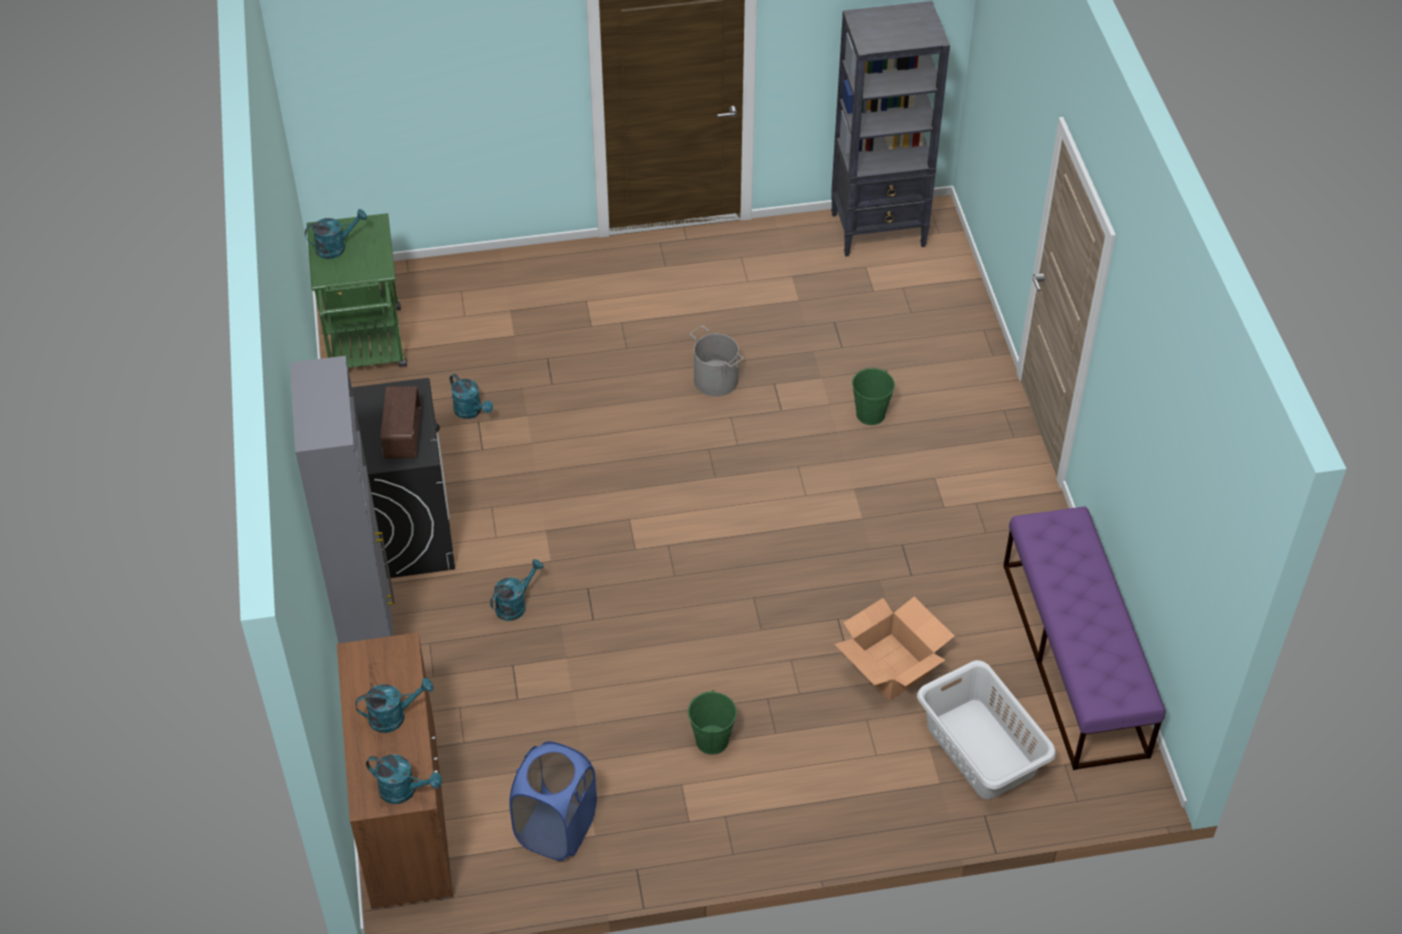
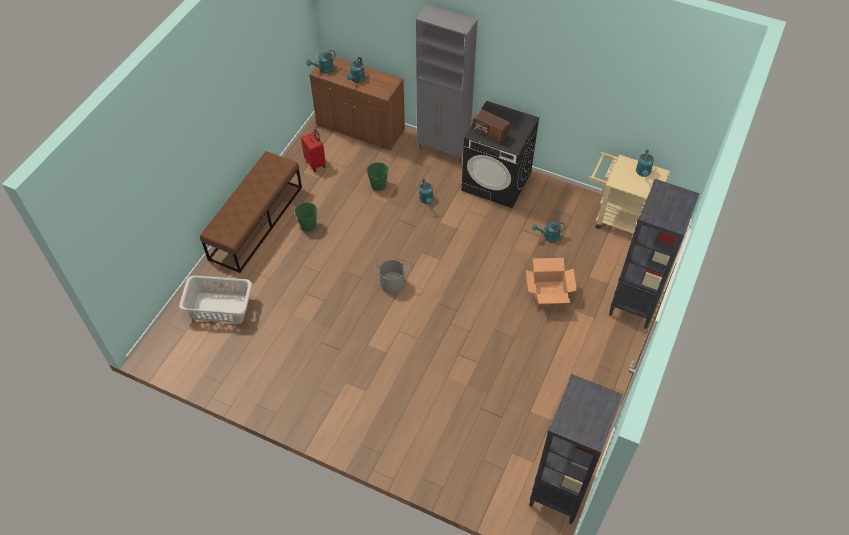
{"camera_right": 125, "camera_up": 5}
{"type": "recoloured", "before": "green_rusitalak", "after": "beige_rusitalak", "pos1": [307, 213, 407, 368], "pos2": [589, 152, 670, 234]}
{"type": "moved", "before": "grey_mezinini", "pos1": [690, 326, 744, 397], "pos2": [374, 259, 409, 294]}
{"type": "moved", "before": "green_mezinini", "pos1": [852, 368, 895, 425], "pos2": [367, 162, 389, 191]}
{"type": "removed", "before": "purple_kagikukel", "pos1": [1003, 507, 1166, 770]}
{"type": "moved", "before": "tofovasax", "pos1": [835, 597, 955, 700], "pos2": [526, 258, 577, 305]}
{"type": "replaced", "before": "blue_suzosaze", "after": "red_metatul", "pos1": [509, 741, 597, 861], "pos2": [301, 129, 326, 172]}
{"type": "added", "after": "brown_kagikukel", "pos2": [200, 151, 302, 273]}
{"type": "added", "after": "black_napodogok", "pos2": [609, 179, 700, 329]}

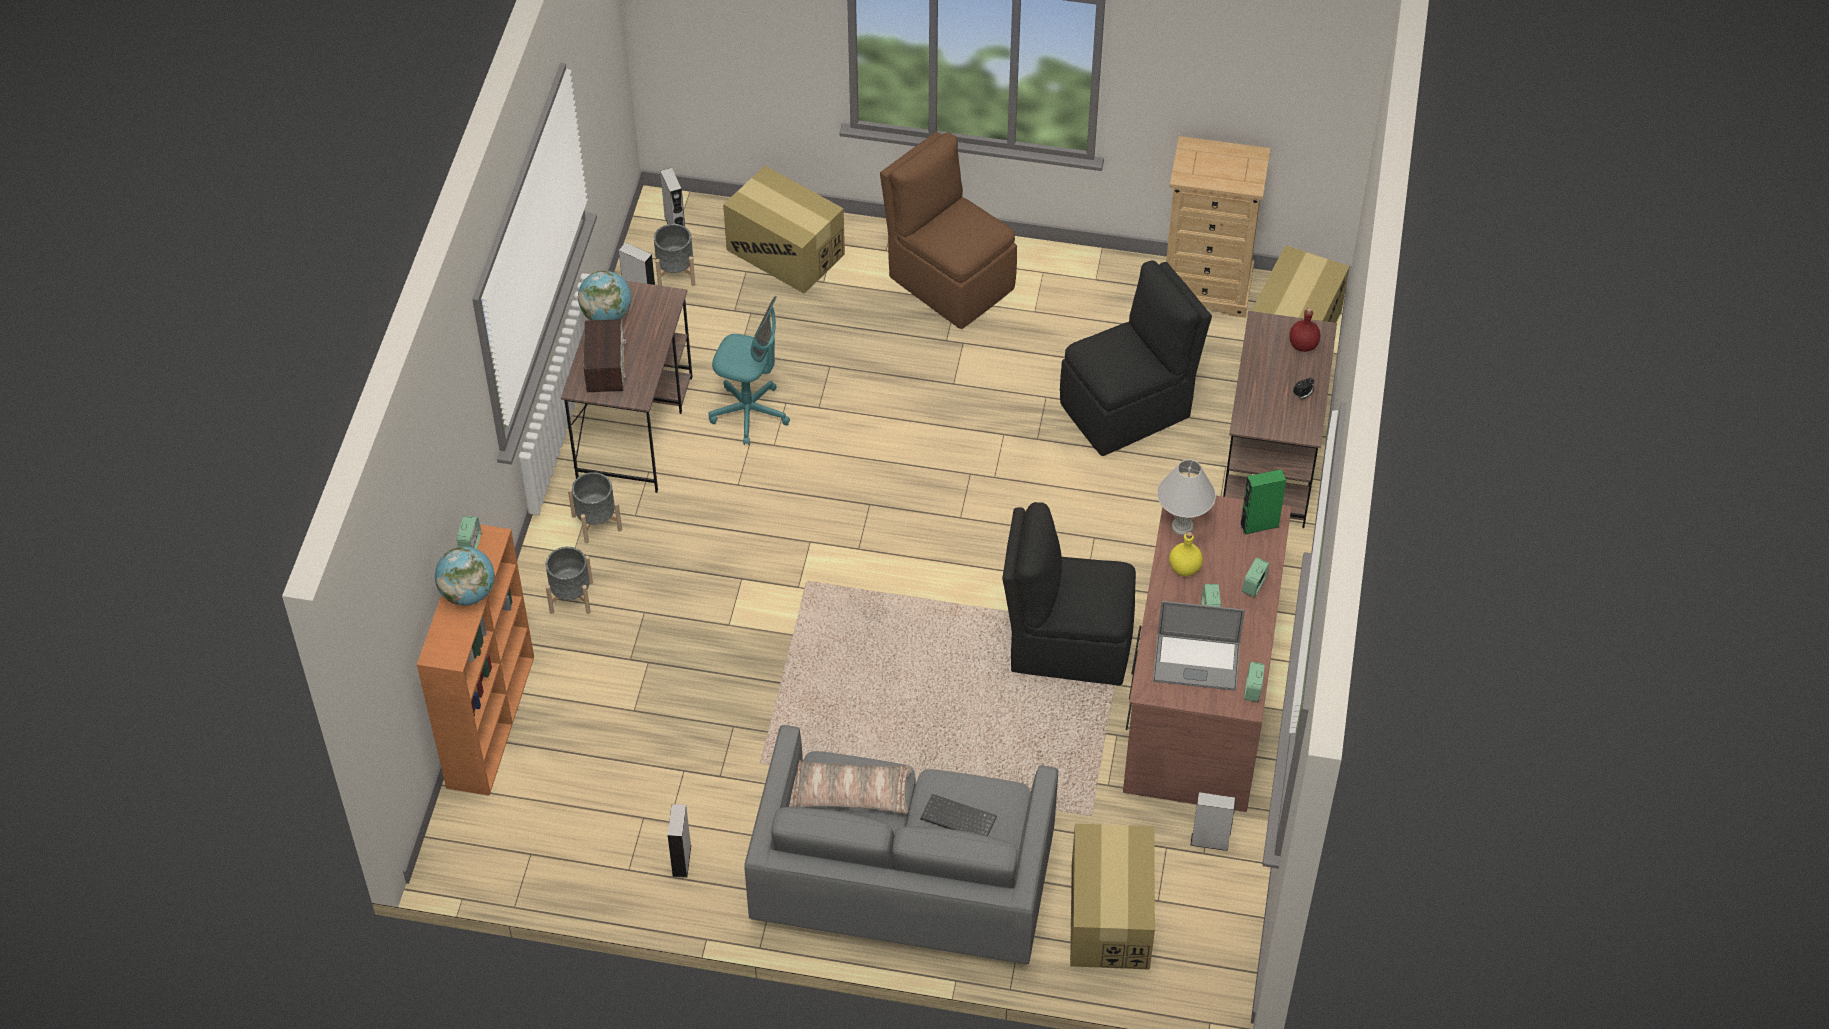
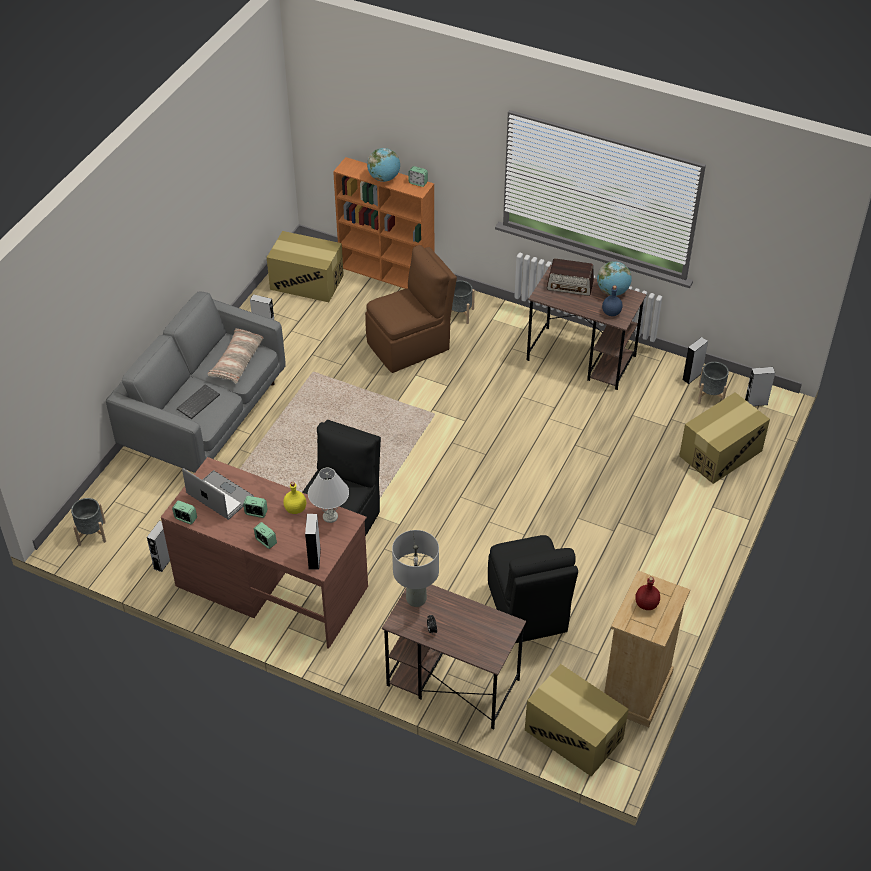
{"camera_right": 105, "camera_up": -5}
{"type": "moved", "before": "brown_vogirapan", "pos1": [880, 132, 1017, 329], "pos2": [365, 245, 457, 373]}
{"type": "removed", "before": "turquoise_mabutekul", "pos1": [708, 296, 790, 445]}
{"type": "moved", "before": "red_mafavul", "pos1": [1289, 308, 1320, 352], "pos2": [635, 577, 660, 610]}
{"type": "recoloured", "before": "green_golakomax", "after": "grey_golakomax", "pos1": [1240, 469, 1286, 535], "pos2": [305, 514, 321, 569]}
{"type": "moved", "before": "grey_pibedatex", "pos1": [568, 472, 622, 543], "pos2": [71, 498, 106, 546]}
{"type": "turned", "before": "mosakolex", "pos1": [1153, 601, 1245, 691], "pos2": [182, 468, 254, 520], "turn": 105}
{"type": "moved", "before": "tofovasax", "pos1": [1070, 823, 1155, 970], "pos2": [267, 231, 344, 302]}
{"type": "added", "after": "blue_mafavul", "pos2": [602, 286, 623, 316]}
{"type": "added", "after": "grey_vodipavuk", "pos2": [392, 530, 439, 607]}

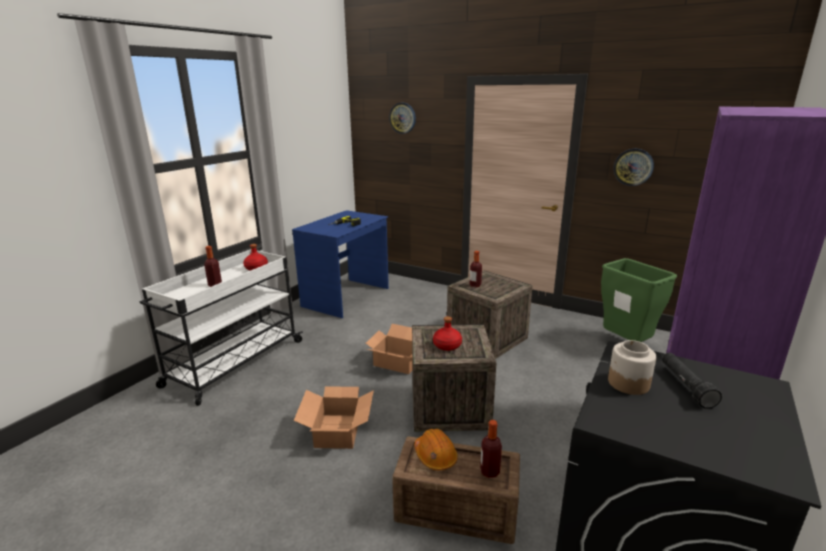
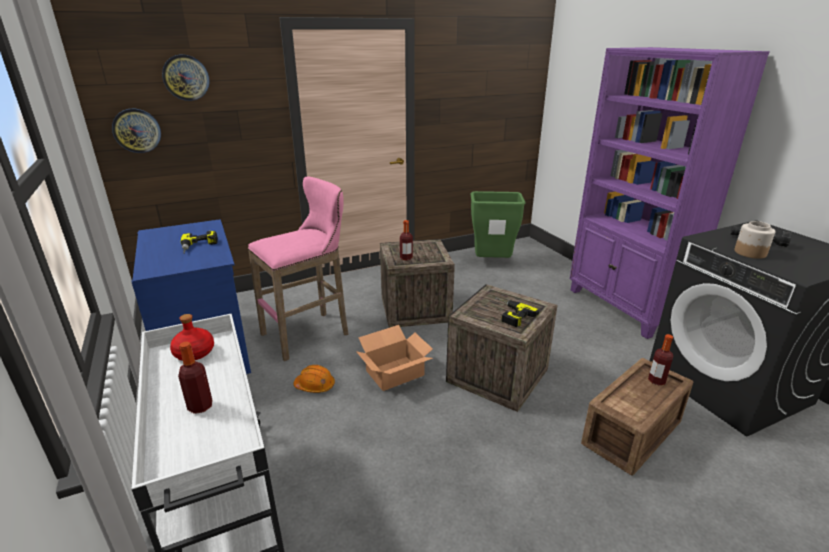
{"camera_right": -55, "camera_up": 5}
{"type": "moved", "before": "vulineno", "pos1": [614, 149, 654, 186], "pos2": [112, 109, 161, 153]}
{"type": "replaced", "before": "red_mafavul", "after": "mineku", "pos1": [433, 316, 462, 351], "pos2": [495, 298, 539, 327]}
{"type": "removed", "before": "tofovasax", "pos1": [294, 386, 374, 449]}
{"type": "moved", "before": "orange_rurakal", "pos1": [414, 429, 458, 470], "pos2": [293, 365, 335, 393]}
{"type": "added", "after": "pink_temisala", "pos2": [248, 177, 348, 361]}

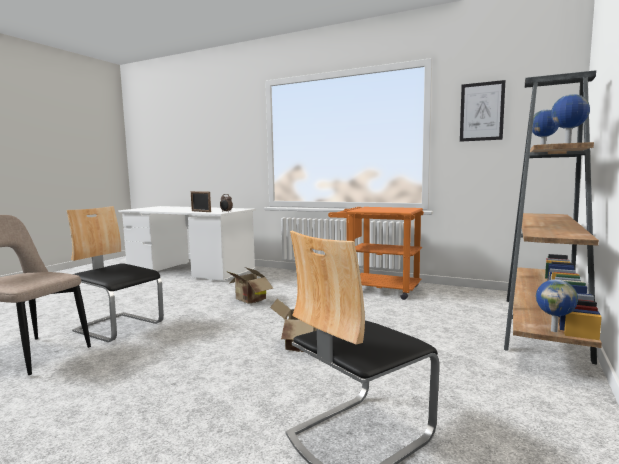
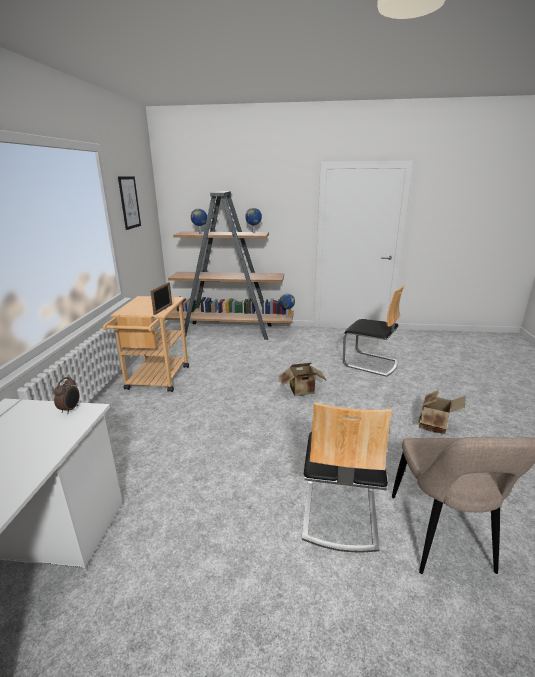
{"camera_right": -110, "camera_up": 15}
{"type": "moved", "before": "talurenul", "pos1": [191, 191, 211, 212], "pos2": [150, 282, 172, 315]}
{"type": "recoloured", "before": "orange_rusitalak", "after": "beige_rusitalak", "pos1": [328, 207, 424, 300], "pos2": [103, 296, 189, 392]}
{"type": "moved", "before": "tofovasax", "pos1": [226, 267, 273, 304], "pos2": [419, 390, 466, 434]}

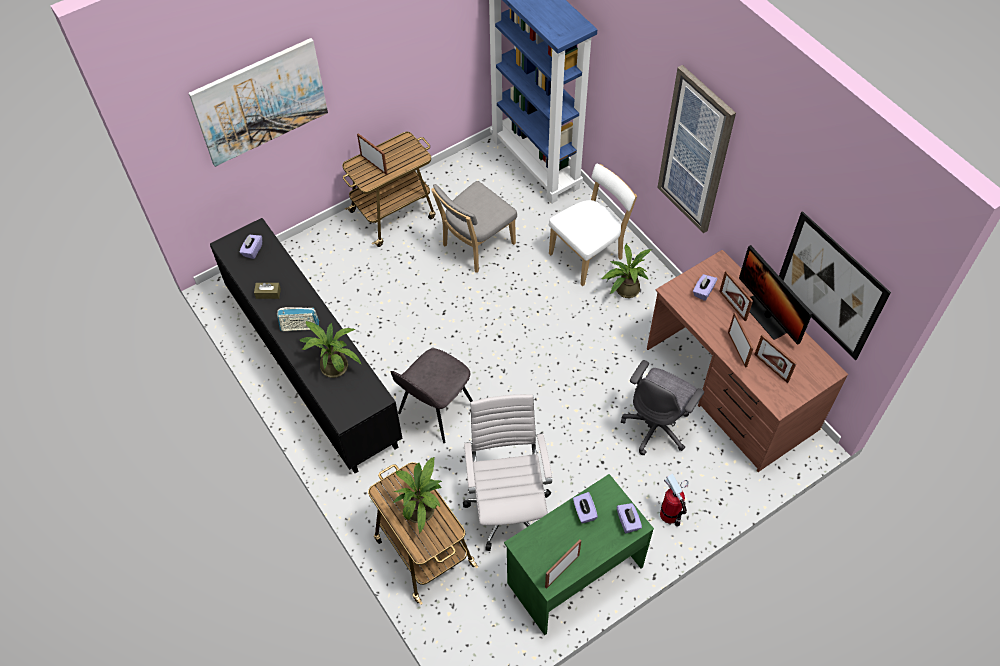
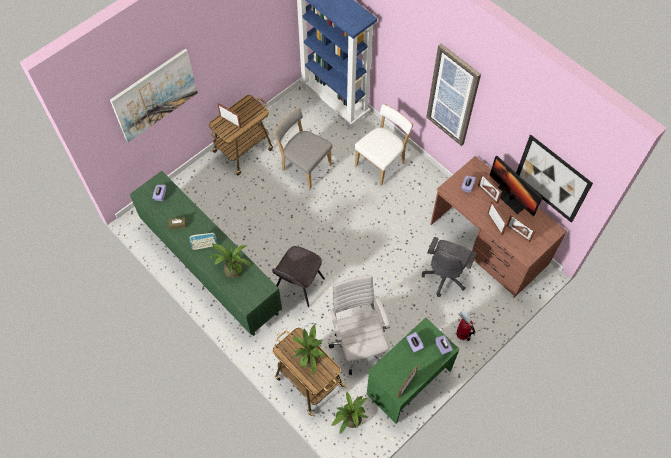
{"camera_right": -10, "camera_up": 5}
{"type": "turned", "before": "grey_vogirapan", "pos1": [431, 181, 517, 273], "pos2": [274, 108, 333, 189], "turn": 90}
{"type": "recoloured", "before": "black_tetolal", "after": "green_tetolal", "pos1": [210, 218, 402, 473], "pos2": [130, 171, 282, 336]}
{"type": "moved", "before": "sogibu", "pos1": [602, 244, 652, 298], "pos2": [332, 392, 368, 434]}

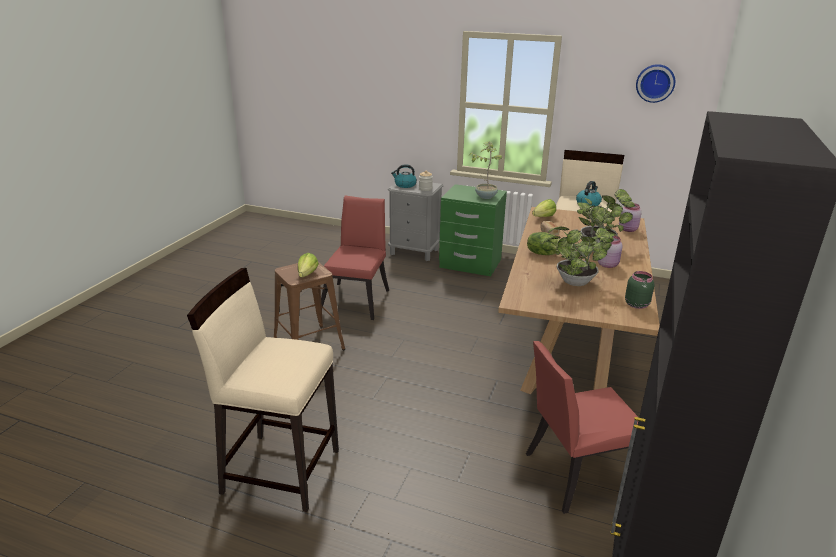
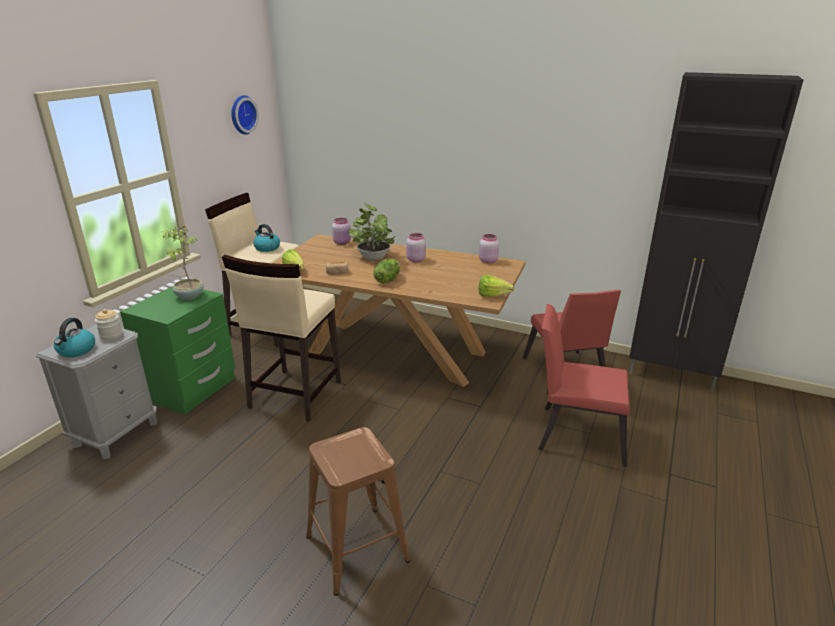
{"camera_right": -85, "camera_up": 0}
{"type": "moved", "before": "red_vogirapan", "pos1": [321, 195, 389, 320], "pos2": [538, 304, 630, 467]}
{"type": "removed", "before": "sogibu", "pos1": [540, 227, 615, 286]}
{"type": "moved", "before": "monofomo", "pos1": [298, 253, 319, 277], "pos2": [479, 275, 514, 297]}
{"type": "moved", "before": "beige_temisala", "pos1": [187, 268, 339, 512], "pos2": [222, 255, 341, 422]}
{"type": "recoloured", "before": "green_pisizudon", "after": "pink_pisizudon", "pos1": [625, 271, 655, 309], "pos2": [479, 234, 499, 263]}

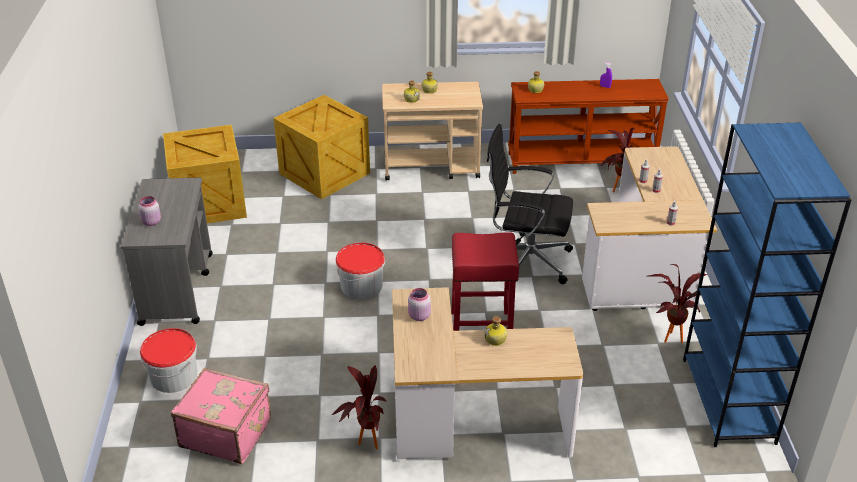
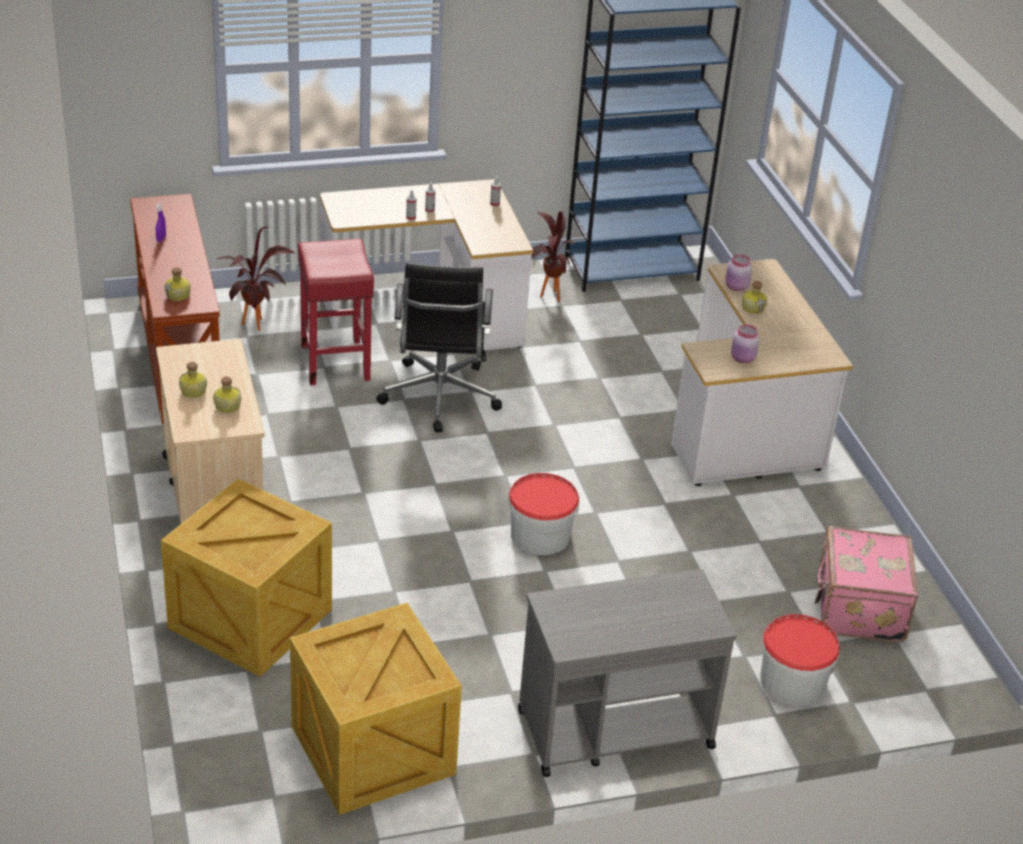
{"camera_right": -105, "camera_up": 0}
{"type": "moved", "before": "pink_pisizudon", "pos1": [138, 196, 161, 226], "pos2": [725, 254, 752, 291]}
{"type": "moved", "before": "red_temisala", "pos1": [452, 232, 519, 331], "pos2": [298, 239, 374, 385]}
{"type": "removed", "before": "sogibu", "pos1": [331, 365, 387, 449]}

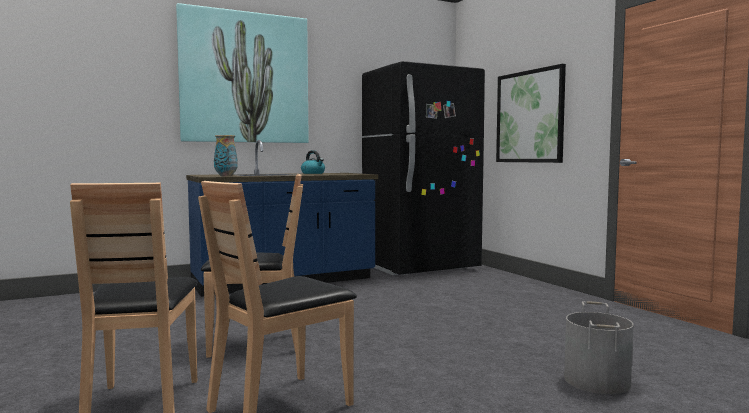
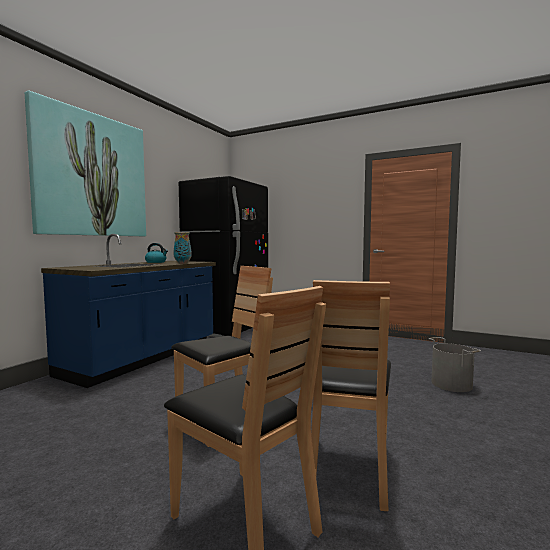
{"camera_right": -35, "camera_up": 0}
{"type": "removed", "before": "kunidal", "pos1": [496, 64, 566, 163]}
{"type": "moved", "before": "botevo", "pos1": [214, 135, 238, 176], "pos2": [173, 232, 192, 264]}

